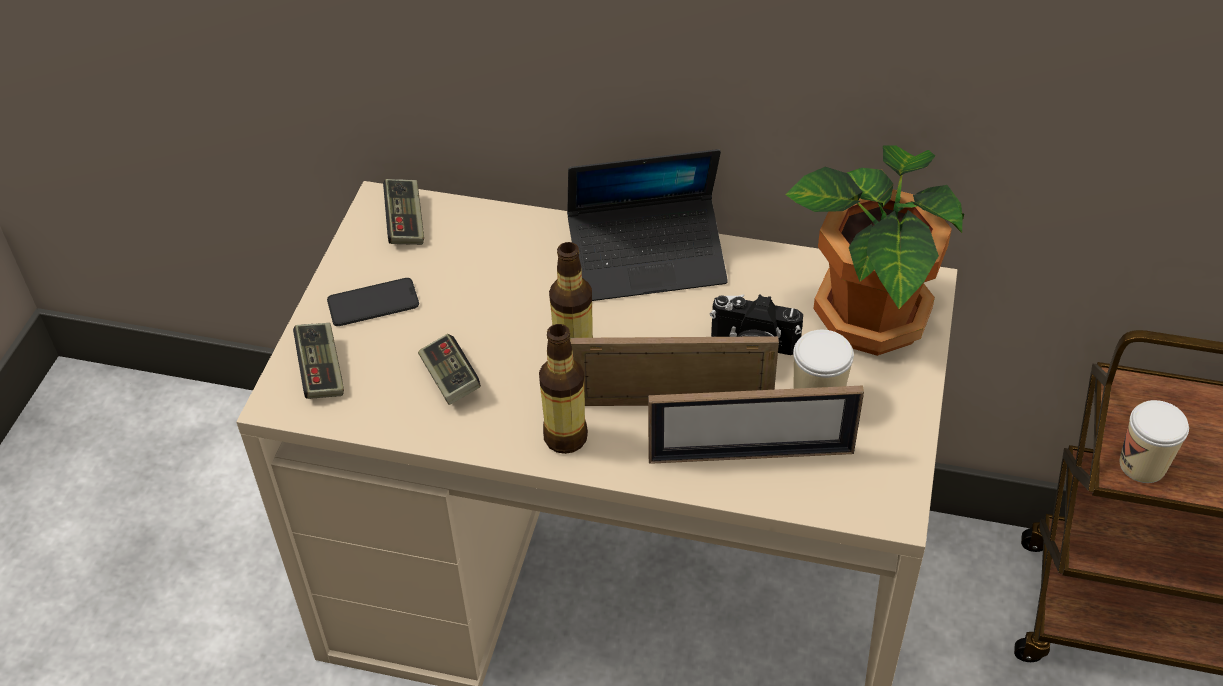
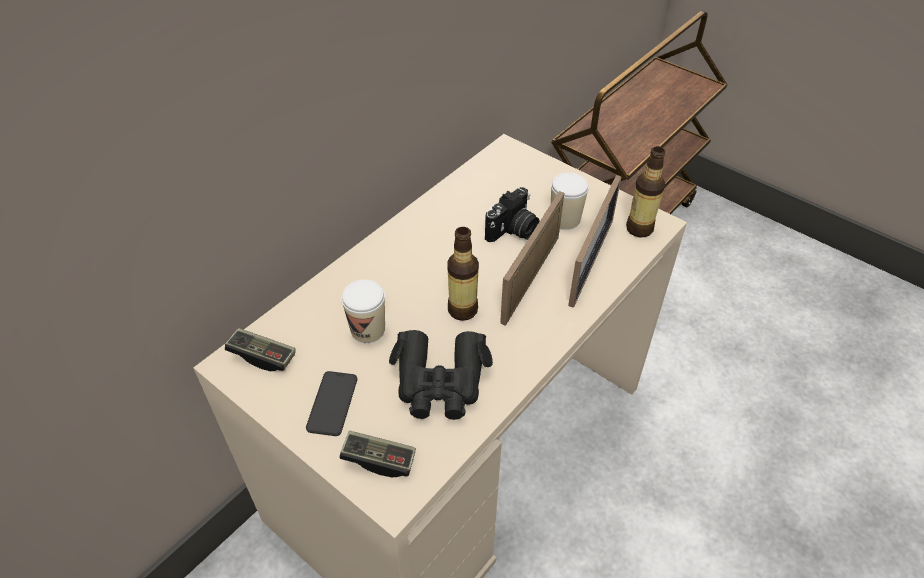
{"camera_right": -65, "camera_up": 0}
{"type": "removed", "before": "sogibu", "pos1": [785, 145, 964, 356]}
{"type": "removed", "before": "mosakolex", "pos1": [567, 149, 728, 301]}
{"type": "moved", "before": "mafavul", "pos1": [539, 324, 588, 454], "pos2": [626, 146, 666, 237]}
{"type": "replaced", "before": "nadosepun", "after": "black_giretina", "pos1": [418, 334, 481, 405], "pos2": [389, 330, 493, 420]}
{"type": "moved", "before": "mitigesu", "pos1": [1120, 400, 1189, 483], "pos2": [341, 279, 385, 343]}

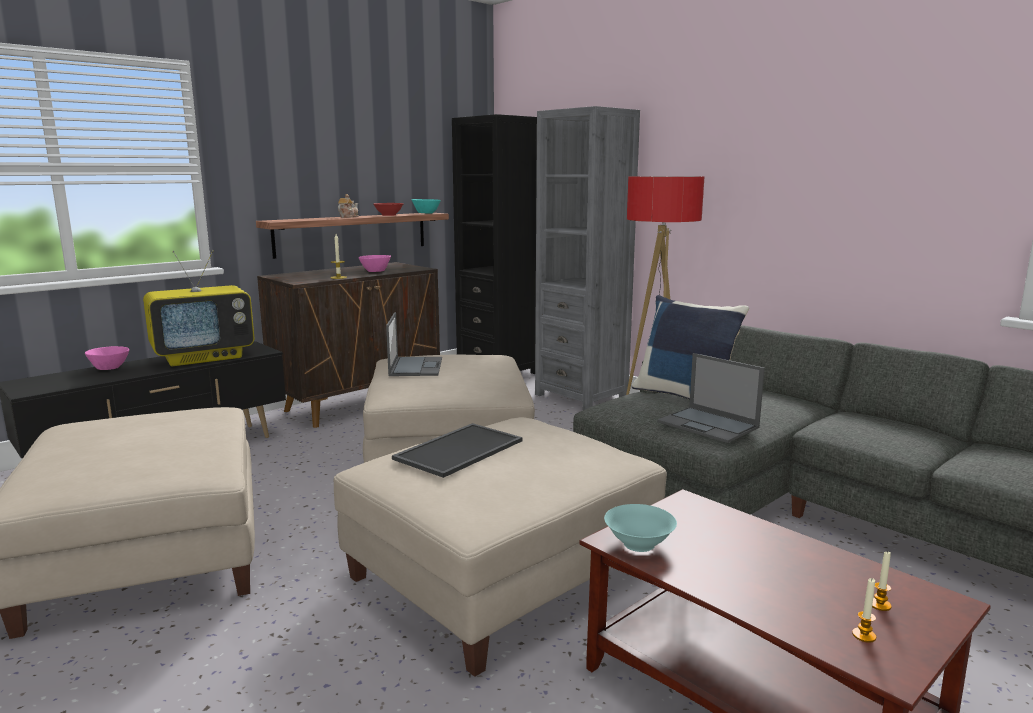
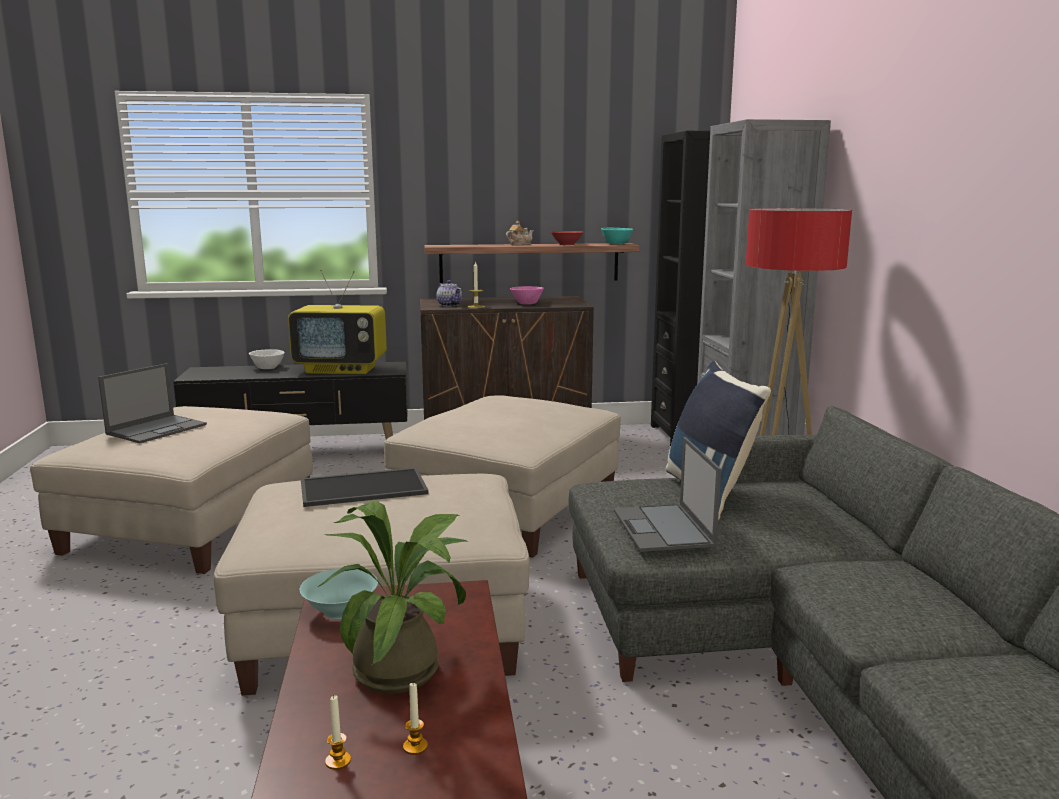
{"camera_right": 35, "camera_up": 0}
{"type": "moved", "before": "mosakolex", "pos1": [386, 312, 442, 376], "pos2": [98, 363, 207, 443]}
{"type": "recoloured", "before": "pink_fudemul", "after": "white_fudemul", "pos1": [85, 346, 129, 370], "pos2": [249, 349, 285, 369]}
{"type": "added", "after": "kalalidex", "pos2": [437, 280, 462, 307]}
{"type": "added", "after": "sogibu", "pos2": [318, 500, 466, 694]}

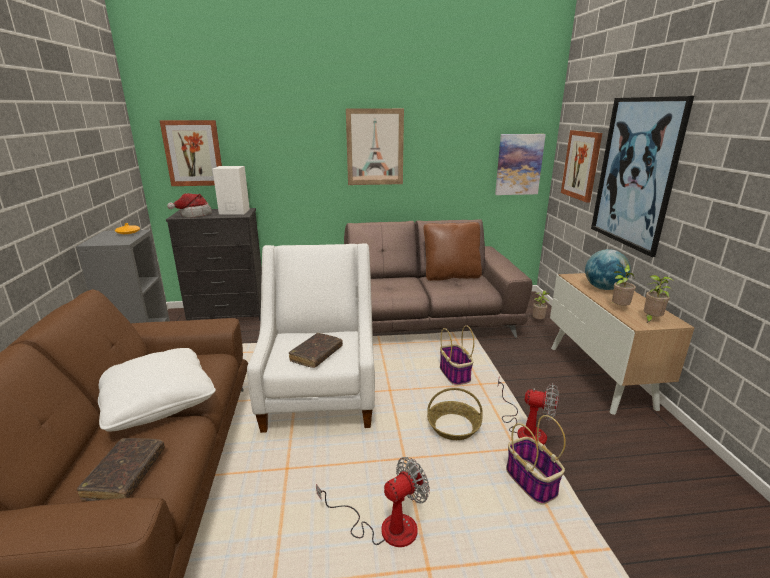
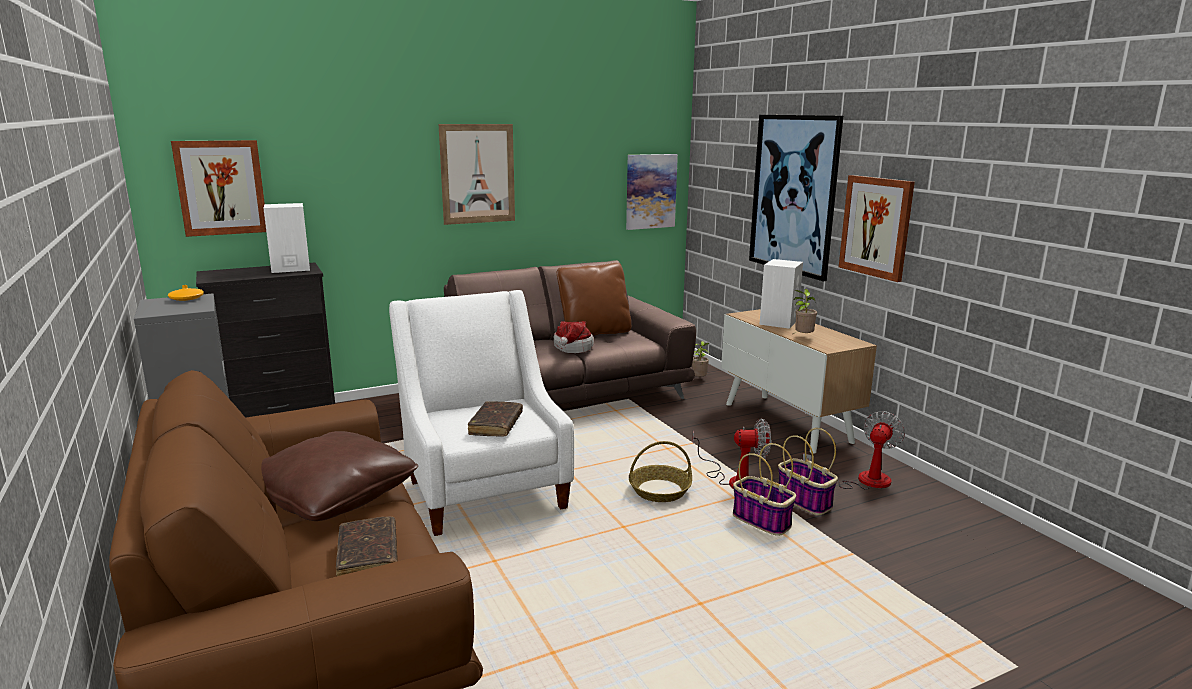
{"camera_right": -20, "camera_up": -5}
{"type": "moved", "before": "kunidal", "pos1": [561, 130, 602, 203], "pos2": [839, 175, 915, 282]}
{"type": "moved", "before": "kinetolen", "pos1": [167, 193, 212, 217], "pos2": [554, 321, 594, 353]}
{"type": "replaced", "before": "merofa", "after": "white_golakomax", "pos1": [585, 249, 631, 290], "pos2": [759, 259, 803, 329]}
{"type": "removed", "before": "sogibu", "pos1": [644, 275, 674, 323]}
{"type": "moved", "before": "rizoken", "pos1": [440, 325, 474, 386], "pos2": [778, 428, 838, 515]}
{"type": "recoloured", "before": "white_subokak", "after": "brown_subokak", "pos1": [98, 348, 216, 432], "pos2": [261, 431, 418, 521]}
{"type": "moved", "before": "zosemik", "pos1": [316, 457, 430, 547], "pos2": [802, 411, 905, 490]}

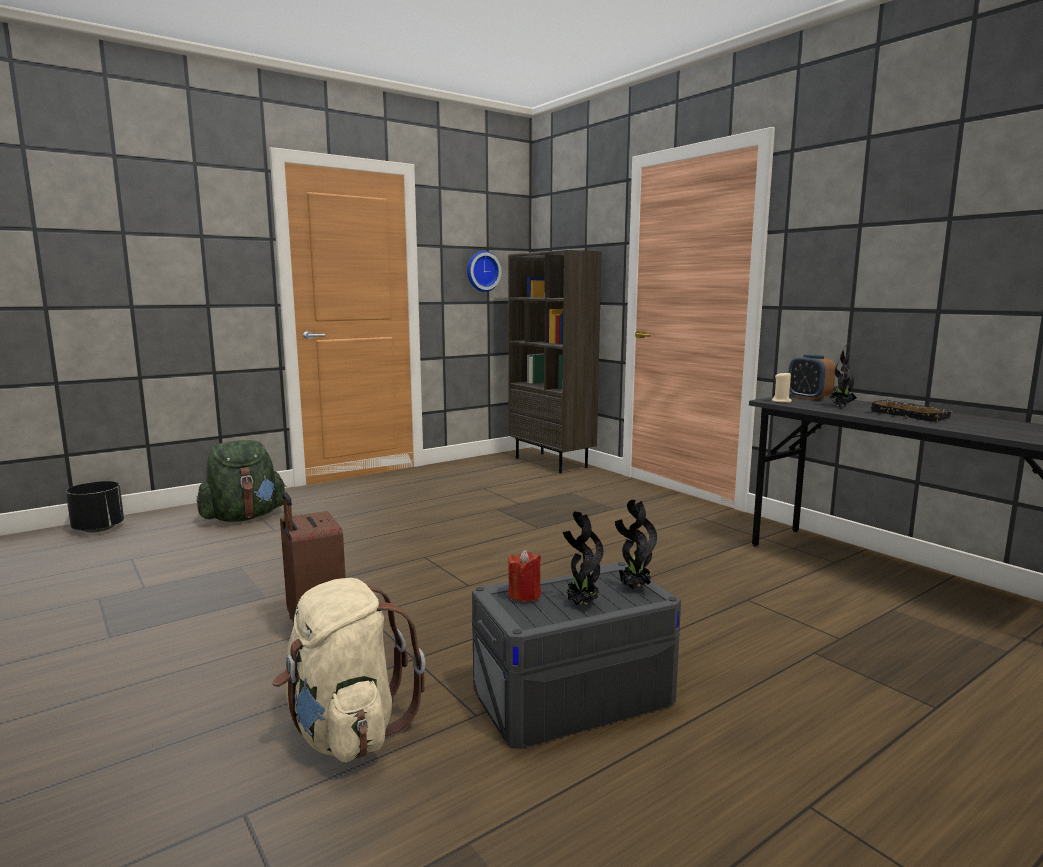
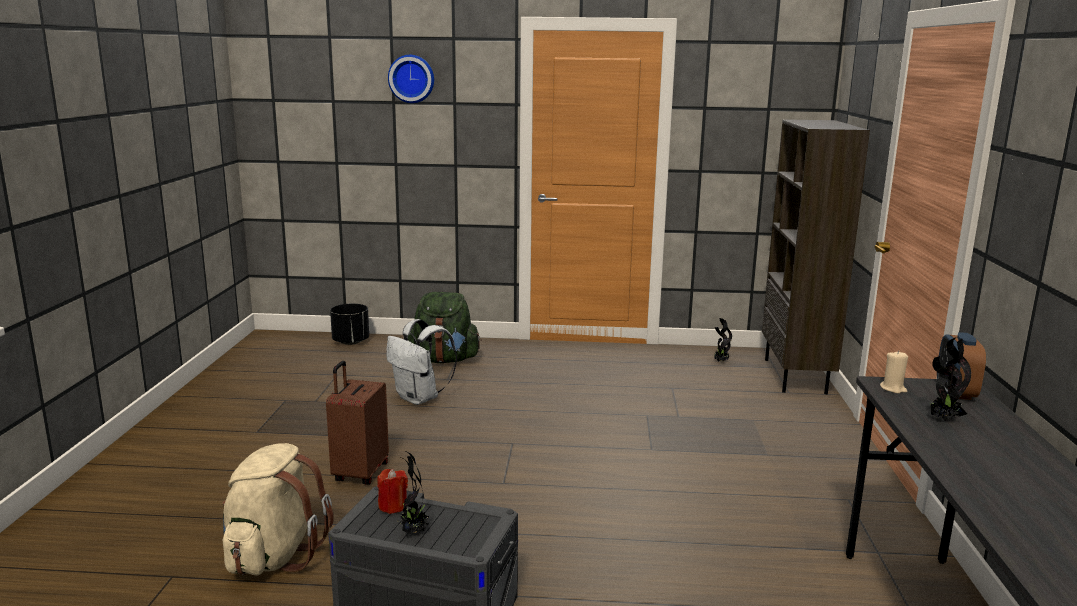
{"camera_right": 40, "camera_up": 5}
{"type": "moved", "before": "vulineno", "pos1": [467, 251, 501, 292], "pos2": [388, 55, 434, 103]}
{"type": "removed", "before": "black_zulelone", "pos1": [868, 399, 953, 422]}
{"type": "moved", "before": "sogibu", "pos1": [615, 500, 657, 589], "pos2": [714, 318, 732, 362]}
{"type": "added", "after": "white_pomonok", "pos2": [386, 319, 457, 405]}

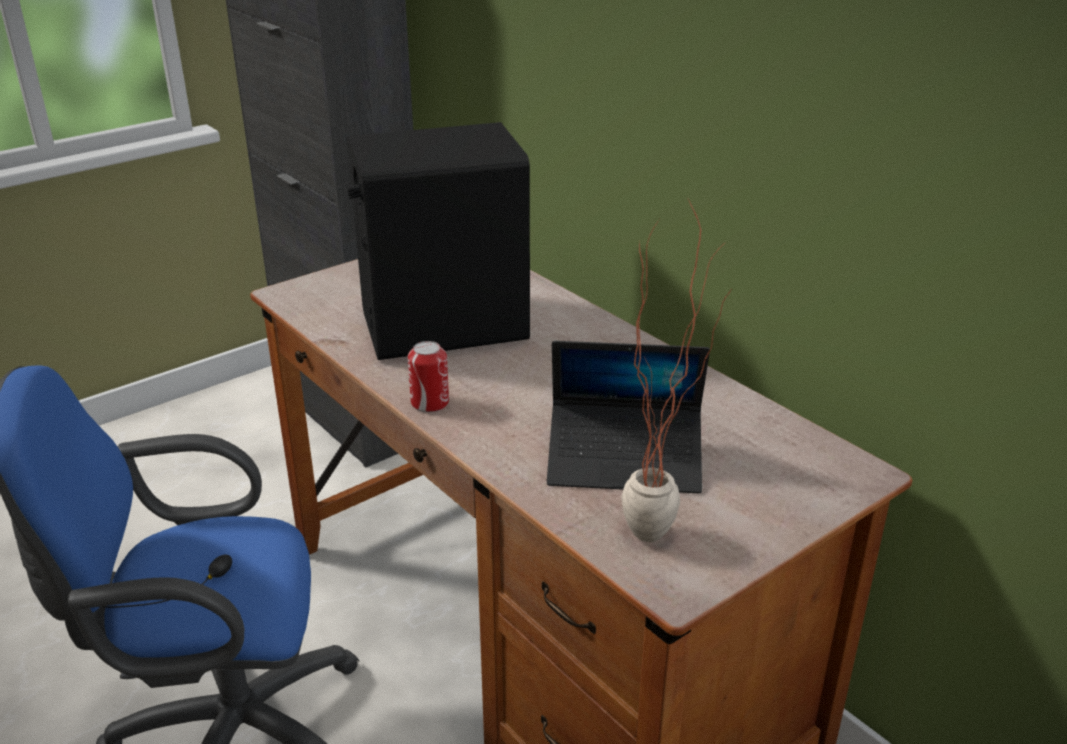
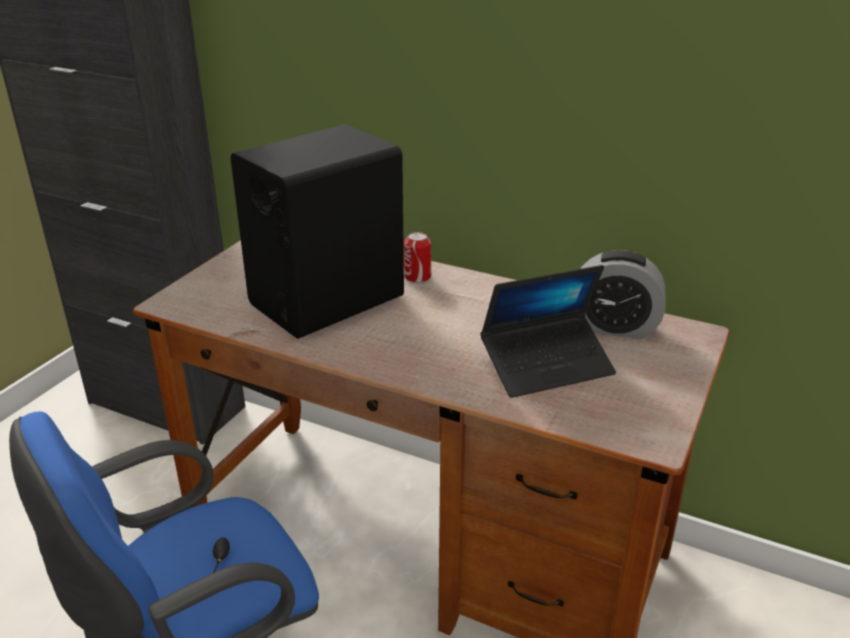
{"camera_right": -25, "camera_up": 0}
{"type": "removed", "before": "sogibu", "pos1": [622, 197, 732, 542]}
{"type": "moved", "before": "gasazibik", "pos1": [408, 341, 449, 413], "pos2": [404, 232, 431, 283]}
{"type": "added", "after": "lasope", "pos2": [580, 250, 665, 339]}

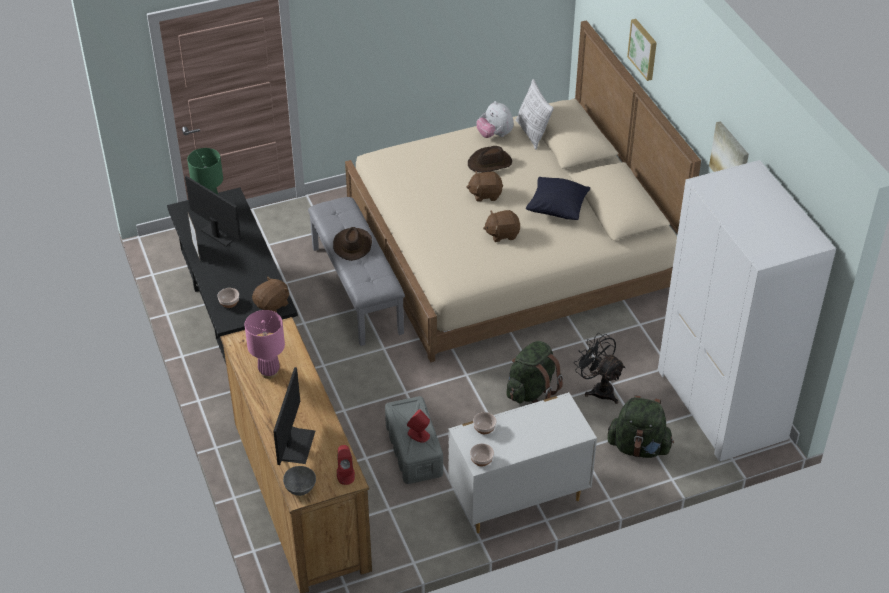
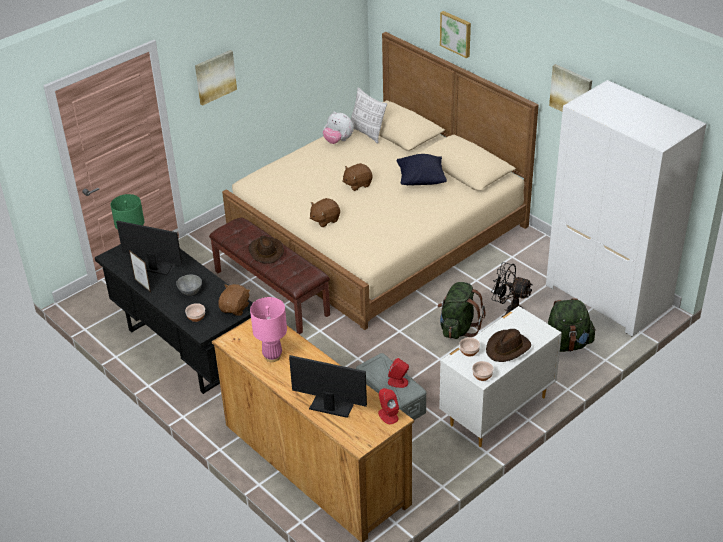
{"camera_right": -20, "camera_up": -5}
{"type": "moved", "before": "brown_kinetolen", "pos1": [468, 146, 512, 172], "pos2": [486, 329, 531, 362]}
{"type": "recoloured", "before": "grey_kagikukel", "after": "brown_kagikukel", "pos1": [308, 197, 405, 346], "pos2": [209, 218, 330, 334]}
{"type": "moved", "before": "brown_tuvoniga", "pos1": [483, 210, 520, 242], "pos2": [310, 198, 340, 227]}
{"type": "turned", "before": "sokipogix", "pos1": [273, 367, 316, 465], "pos2": [289, 355, 367, 418], "turn": -60}
{"type": "moved", "before": "grey_fudemul", "pos1": [283, 466, 316, 496], "pos2": [176, 275, 202, 296]}
{"type": "added", "after": "kunidal", "pos2": [195, 50, 237, 105]}

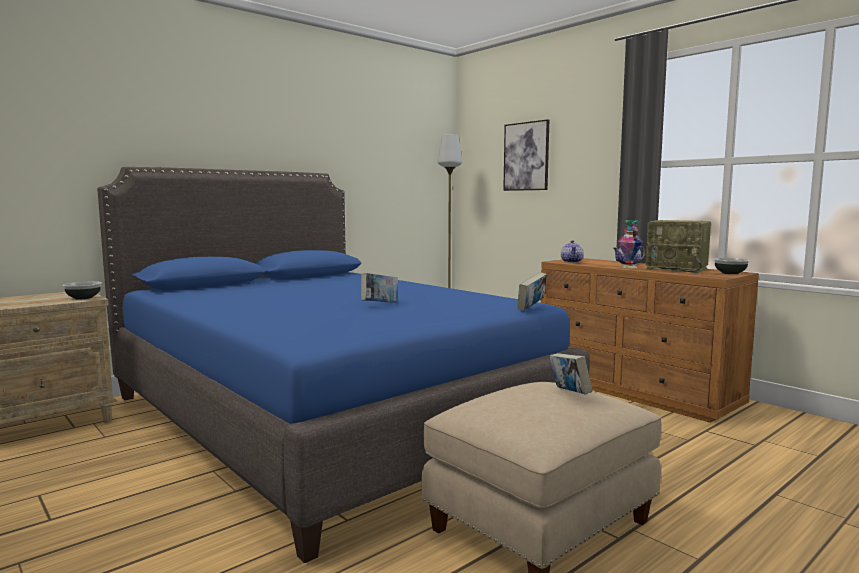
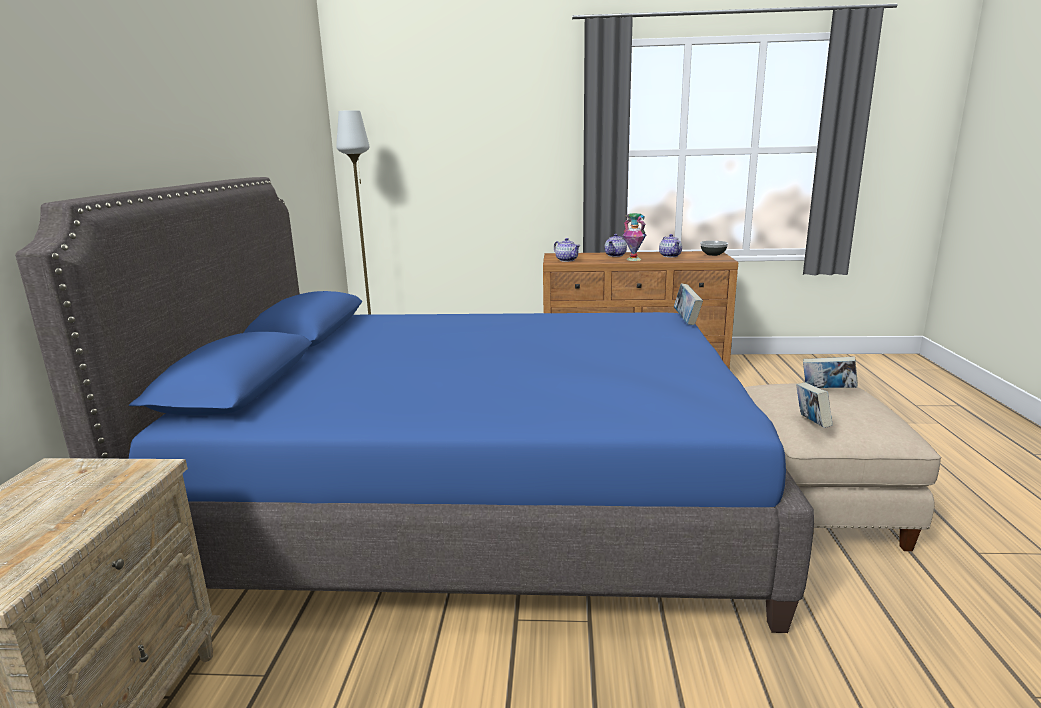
{"camera_right": -45, "camera_up": 10}
{"type": "removed", "before": "kunidal", "pos1": [503, 119, 549, 191]}
{"type": "replaced", "before": "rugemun", "after": "kalalidex", "pos1": [645, 220, 711, 273], "pos2": [659, 234, 682, 257]}
{"type": "moved", "before": "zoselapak", "pos1": [361, 273, 398, 303], "pos2": [796, 382, 832, 428]}
{"type": "removed", "before": "fudemul", "pos1": [63, 281, 102, 299]}

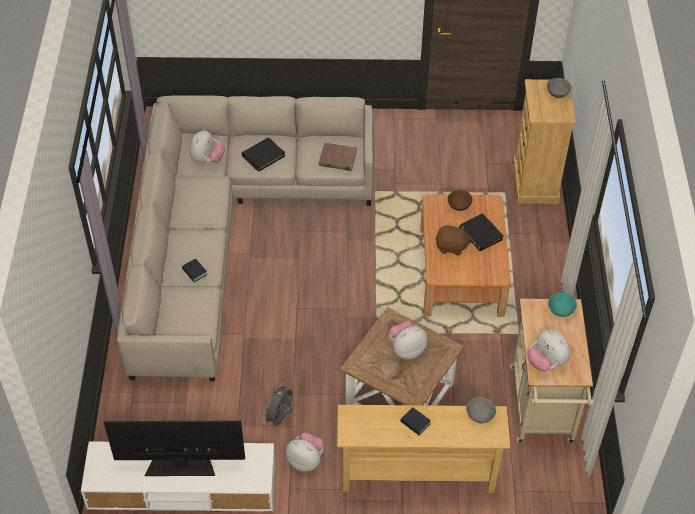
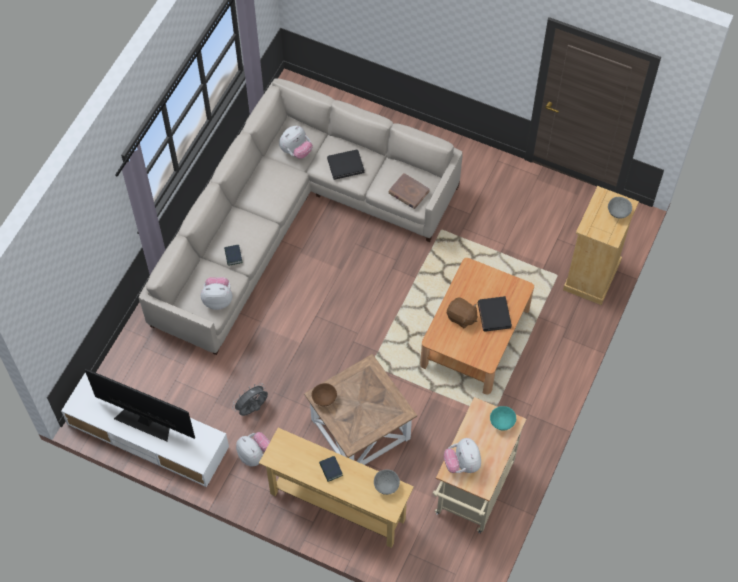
{"camera_right": 25, "camera_up": 10}
{"type": "moved", "before": "brown_fudemul", "pos1": [448, 190, 472, 211], "pos2": [312, 383, 337, 406]}
{"type": "moved", "before": "tuvoniga", "pos1": [389, 321, 427, 359], "pos2": [201, 277, 232, 310]}

